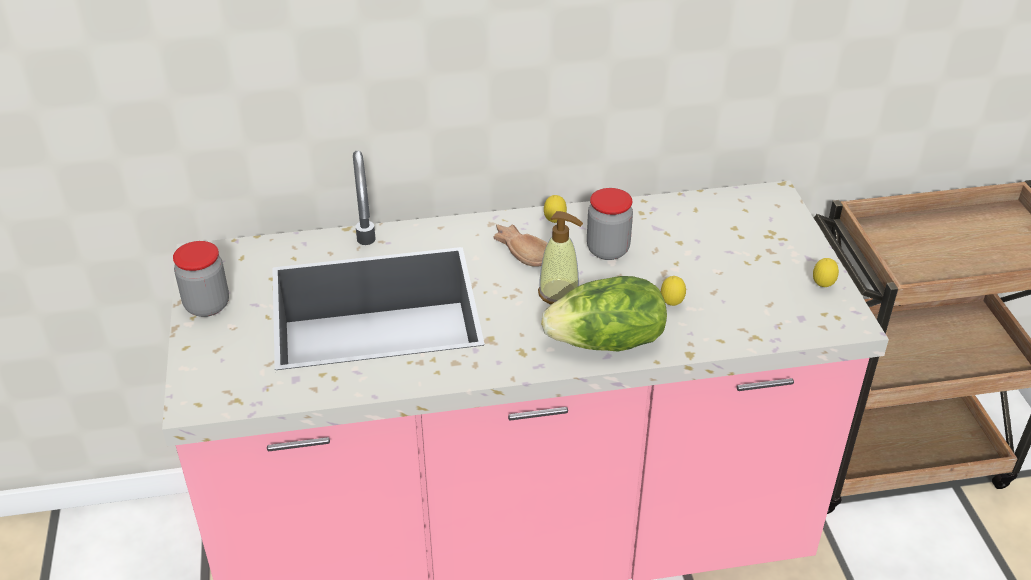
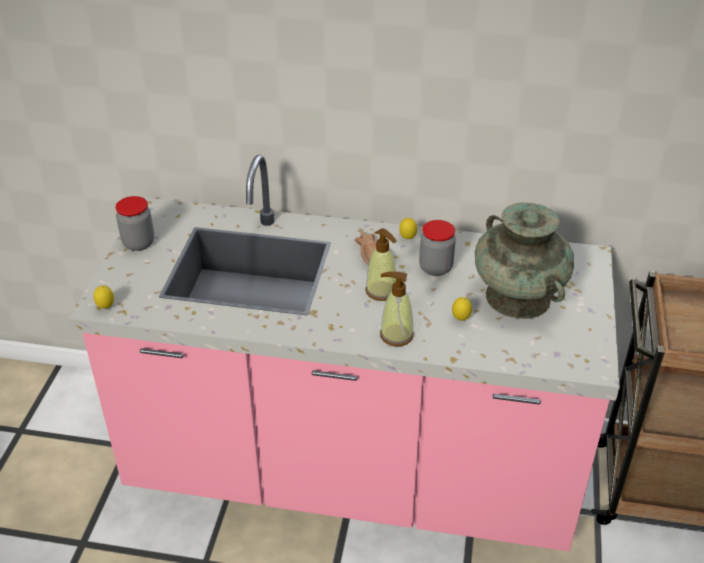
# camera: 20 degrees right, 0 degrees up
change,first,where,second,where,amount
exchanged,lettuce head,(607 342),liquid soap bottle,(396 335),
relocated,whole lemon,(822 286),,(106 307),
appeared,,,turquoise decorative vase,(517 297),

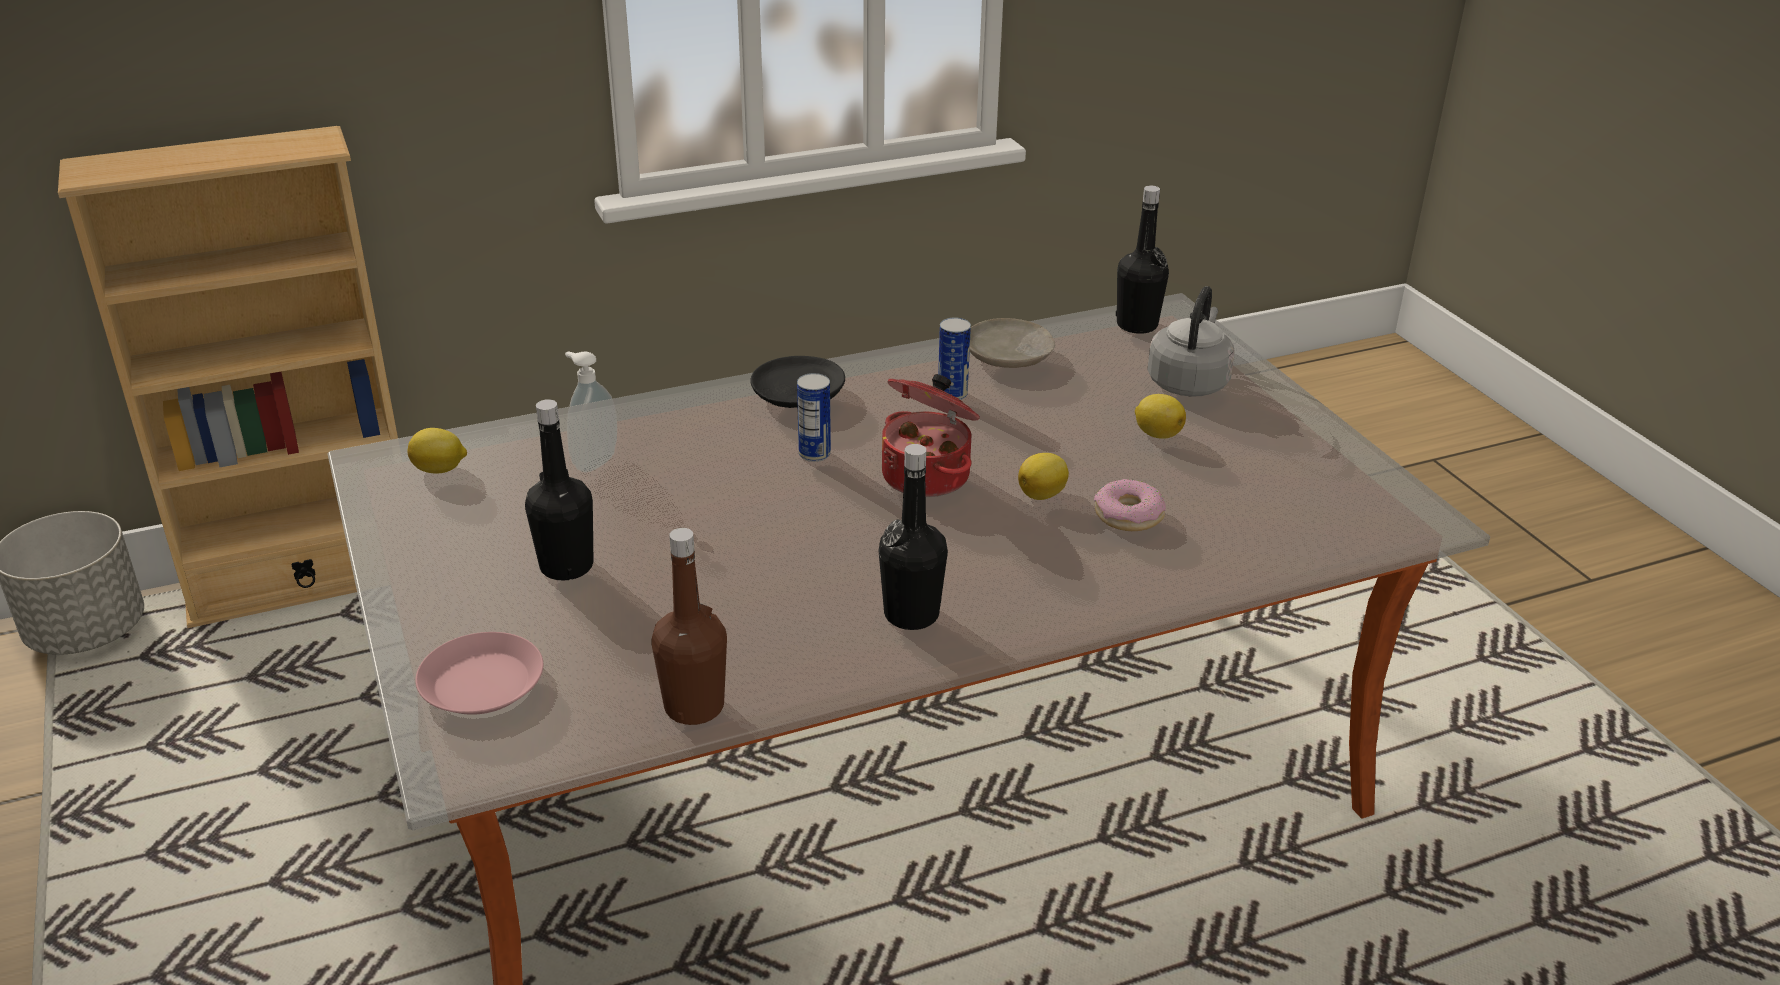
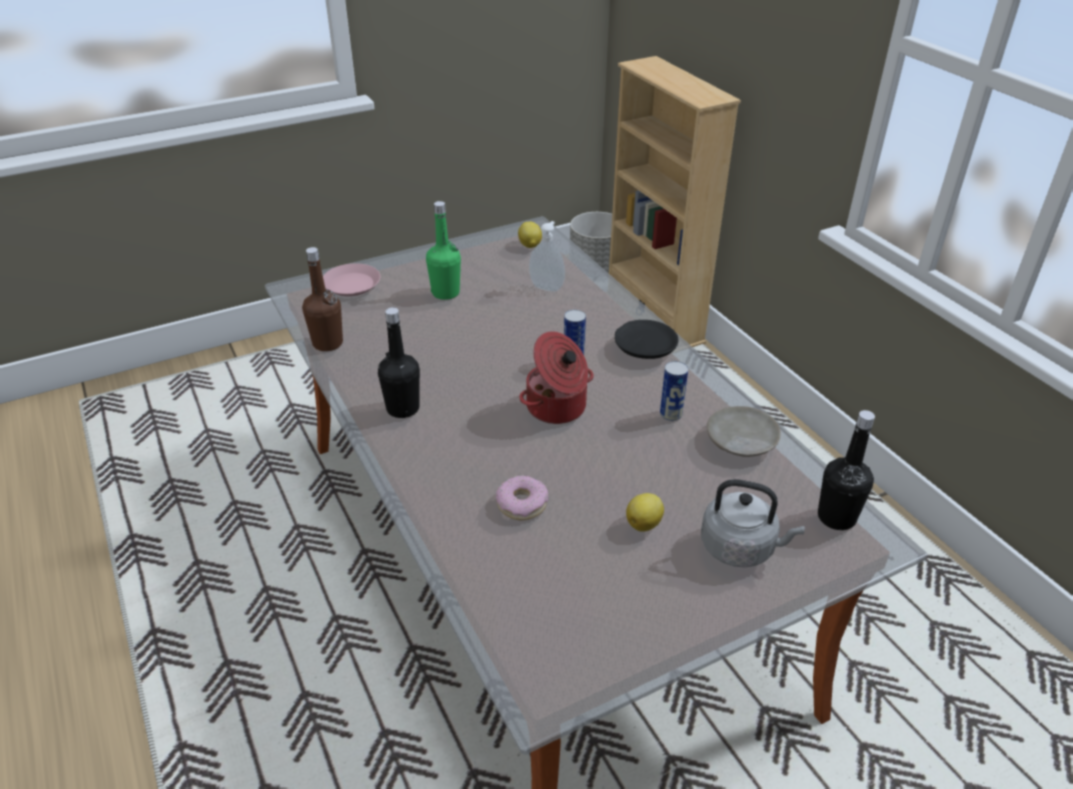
# camera: 85 degrees right, 5 degrees up
change,first,where,second,where,amount
colour,black-coloured drink bottle,(566 566),greenish drink bottle,(445 293),
missing,whole lemon,(1043 495),,,

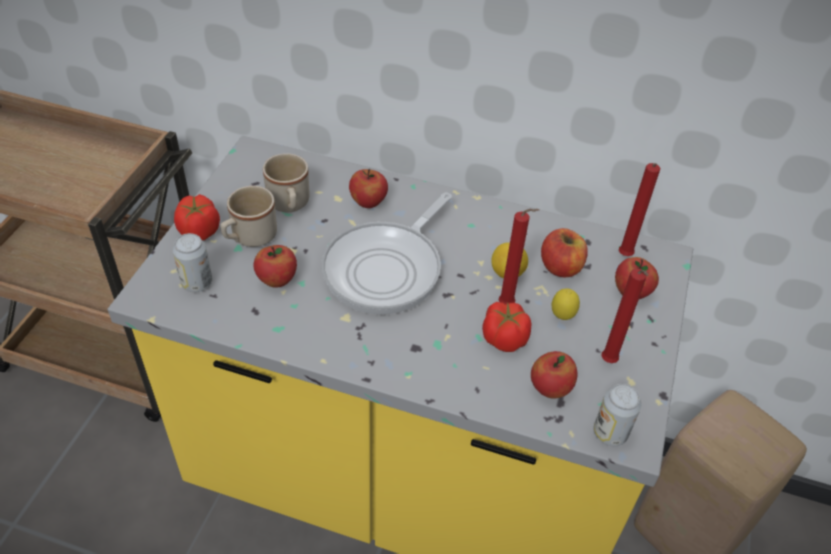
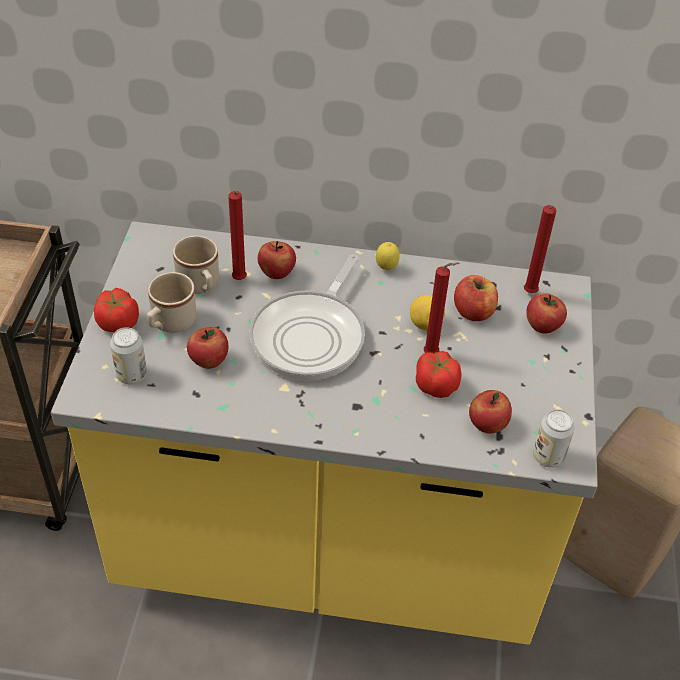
# camera: 10 degrees left, 0 degrees up
change,first,where,second,where,amount
relocated,whole lemon,(562 317),,(386 268),
relocated,reddish wax light,(609 363),,(239 281),

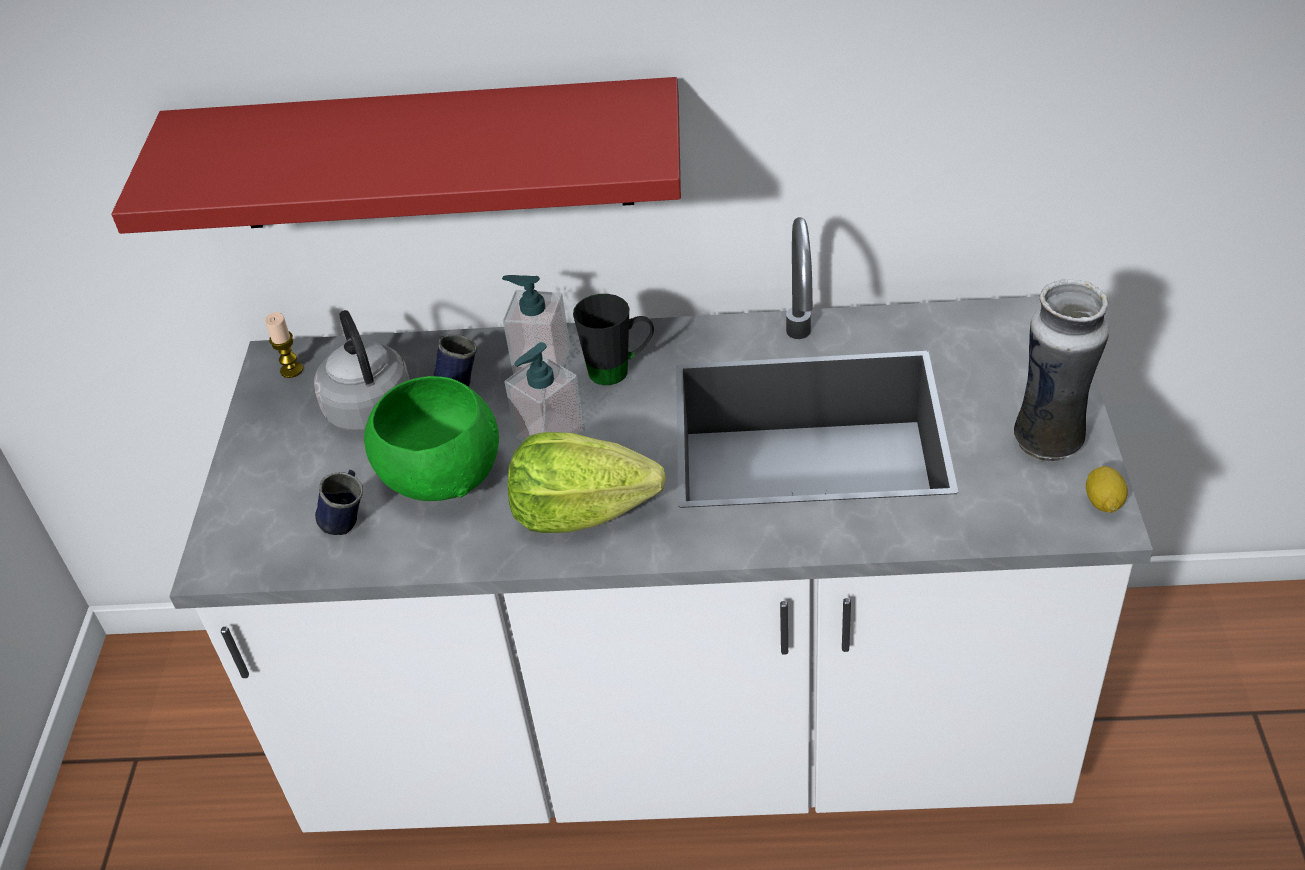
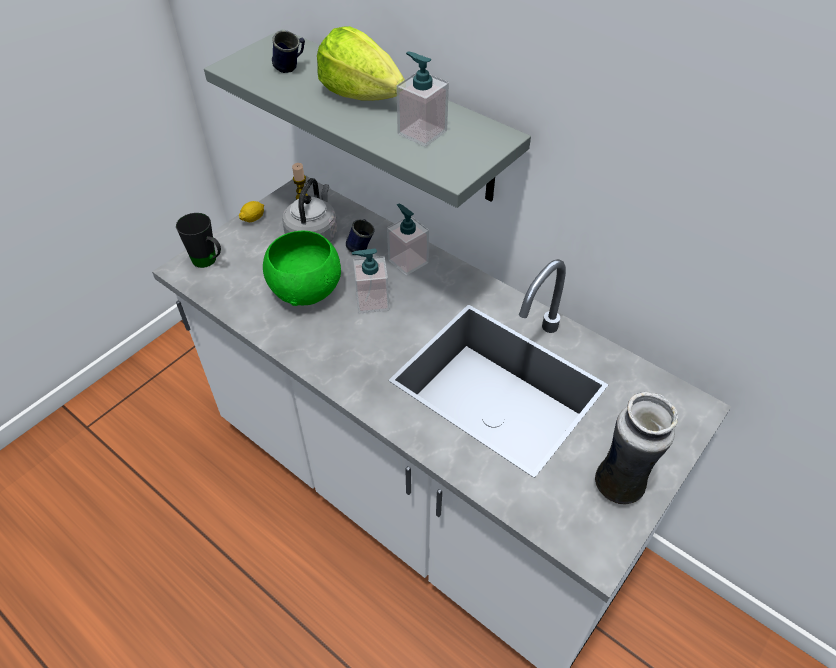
# camera: 35 degrees right, 5 degrees up
change,first,where,second,where,amount
colour,reddish shelf,(429 155),greyish shelf,(396 117),
relocated,blue tea mug,(348 519),,(291 68),
relocated,lettuce head,(581 511),,(361 94),
relocated,black-coloured tea mug,(619 371),,(209 262),
relocated,whole lemon,(1103 502),,(253 218),
appeared,,,liquid soap bottle,(422 132),

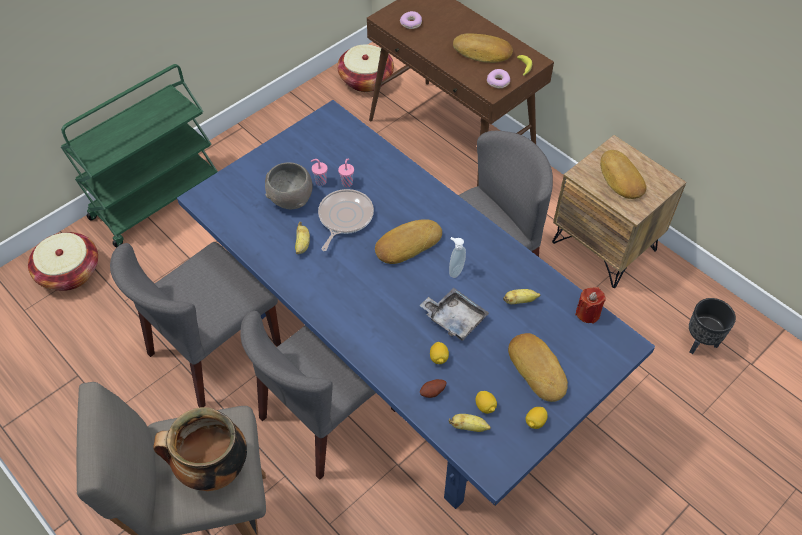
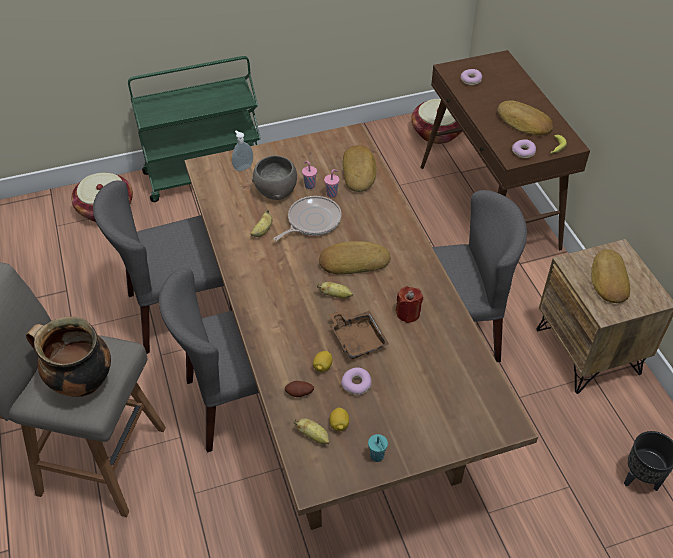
# camera: 25 degrees right, 5 degrees down
change,first,where,second,where,amount
colour,blue dinner table,(399 356),brown dinner table,(335 376),
colour,greyish carrying tray,(454 318),brown carrying tray,(357 339),
relocated,liquid soap bottle,(455 270),,(243 167),
relocated,whole banana,(520 301),,(336 295),
relocated,bakery bread,(538 369),,(360 172),
exchanged,whole lemon,(535 422),turquoise drinking cup,(377 457),
relocated,reddish wax light,(588 313),,(408 313),
appeared,,,ring doughnut,(356 384),

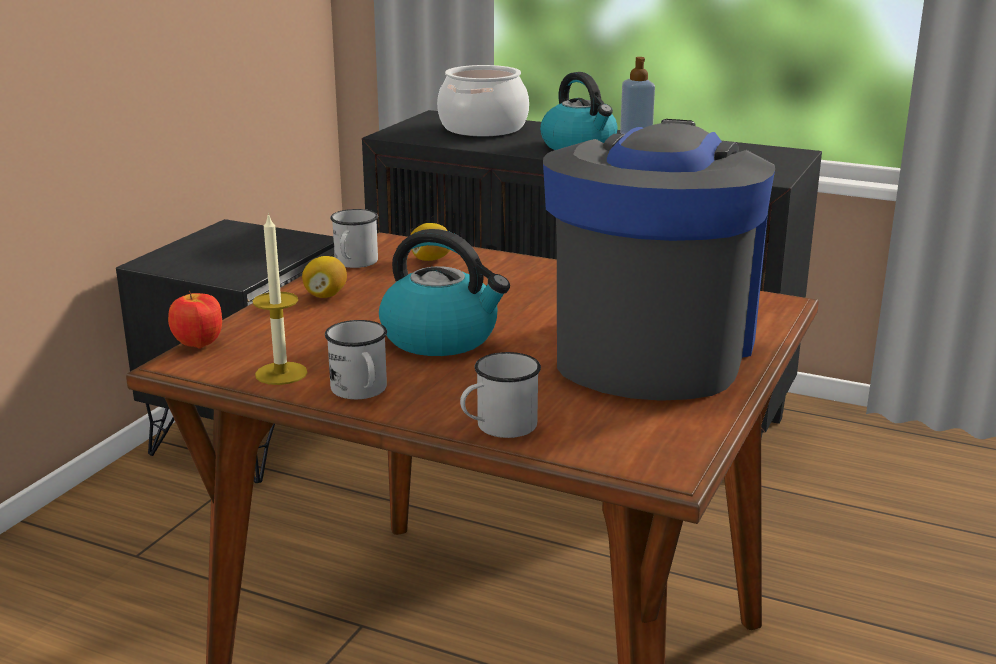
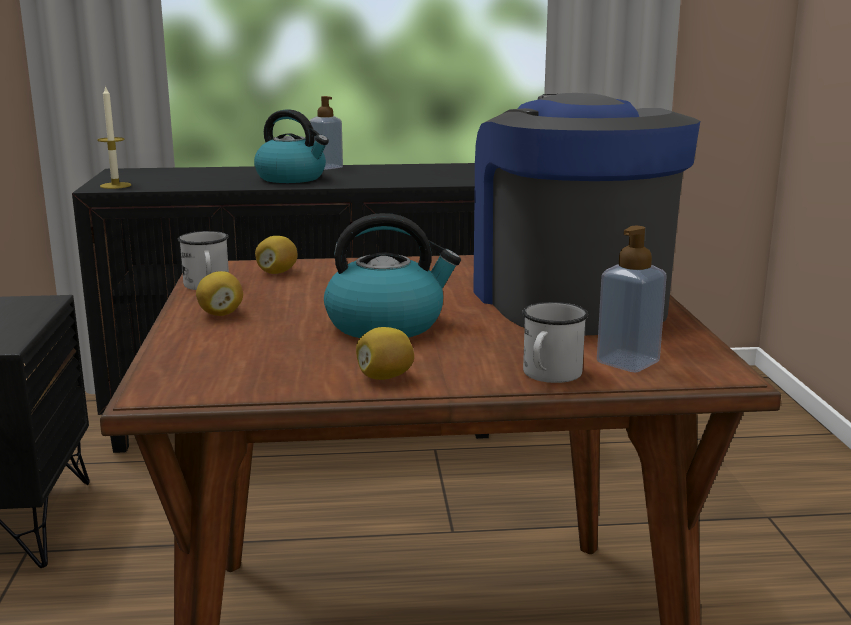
# camera: 30 degrees left, 5 degrees down
change,first,where,second,where,amount
missing,whole apple,(198 345),,,
relocated,wax light,(281 373),,(115 185),
exchanged,white tea mug,(361 391),whole lemon,(384 377),
missing,cooking pot,(483 128),,,
appeared,,,liquid soap bottle,(628 362),

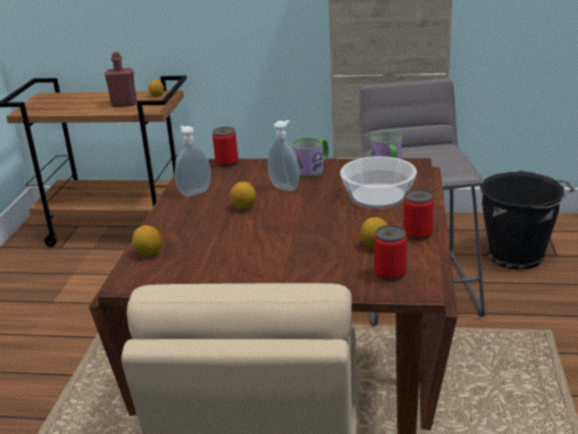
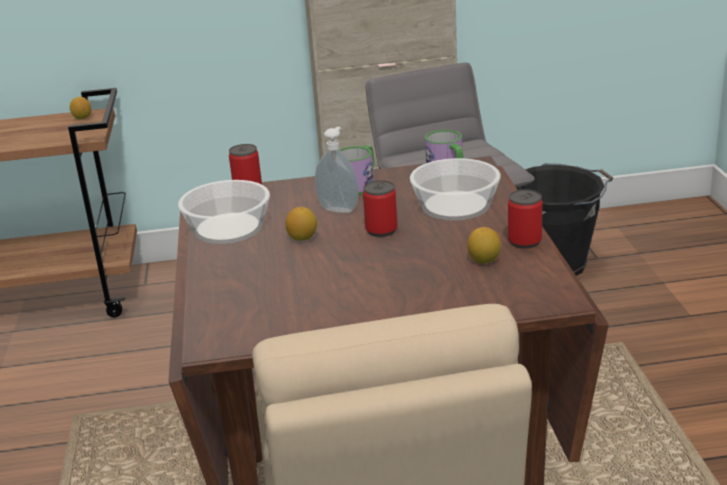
# camera: 15 degrees left, 0 degrees up
change,first,where,second,where,amount
missing,reddish drink bottle,(124 104),,,
missing,whole lemon,(149 253),,,
exchanged,liquid soap bottle,(194 192),deep dish,(228 228),
relocated,can,(390 273),,(381 230),

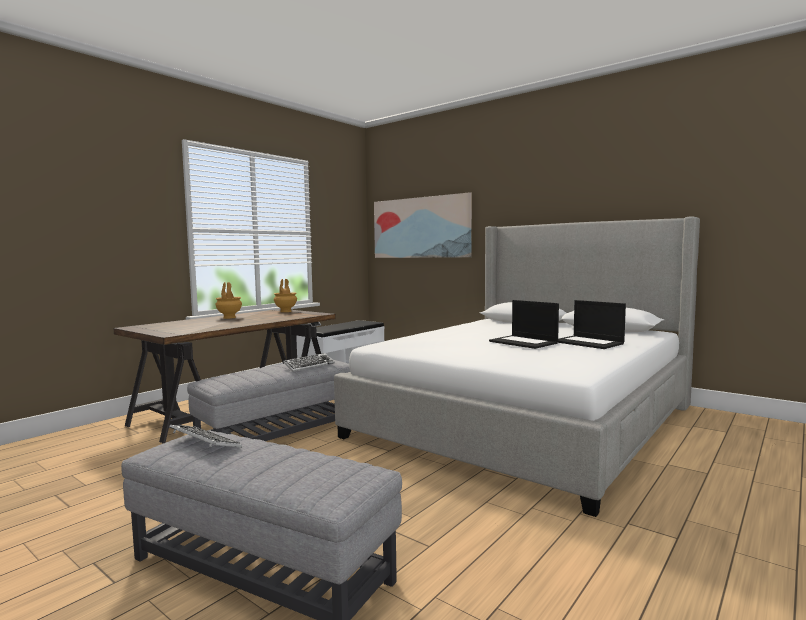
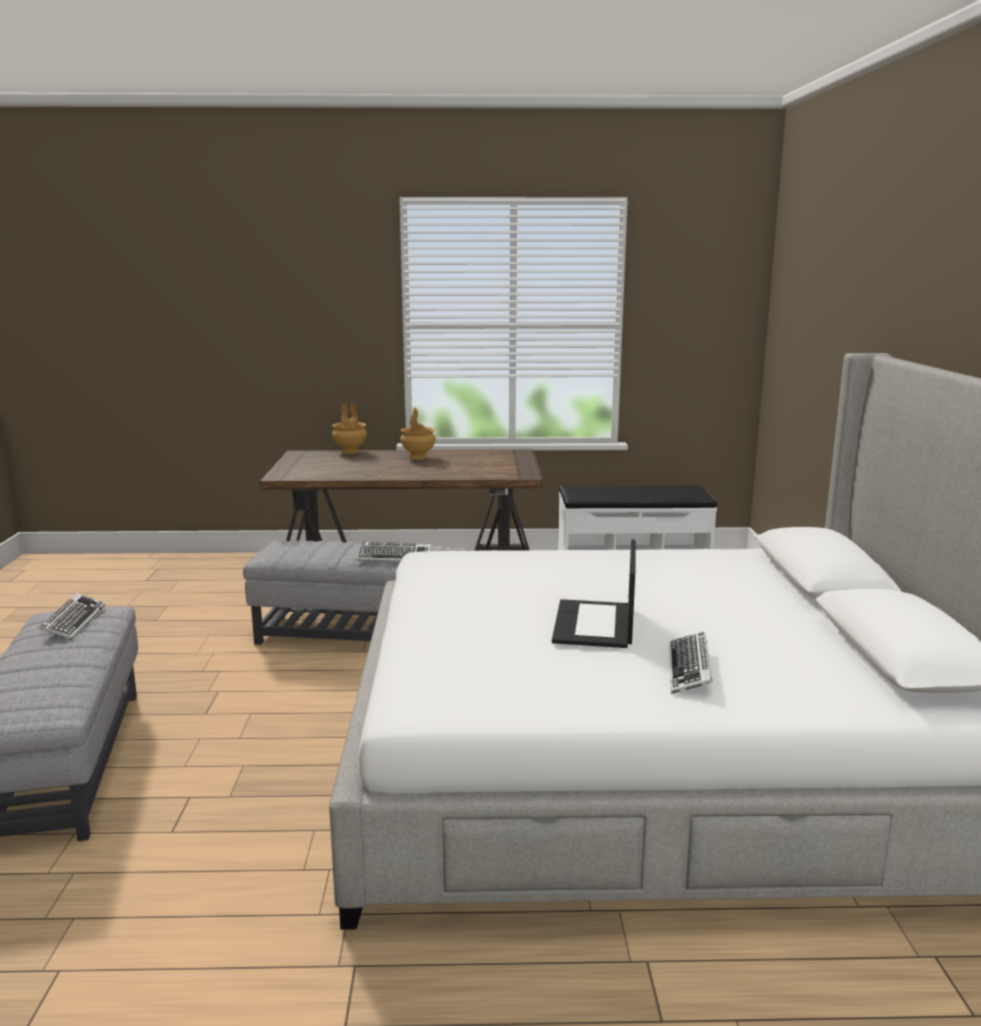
# camera: 50 degrees right, 10 degrees up
change,first,where,second,where,amount
relocated,brown decorative vase,(286 311),,(350 452),
missing,picture,(420 227),,,
exchanged,laptop,(589 343),computer keyboard,(689 669),

